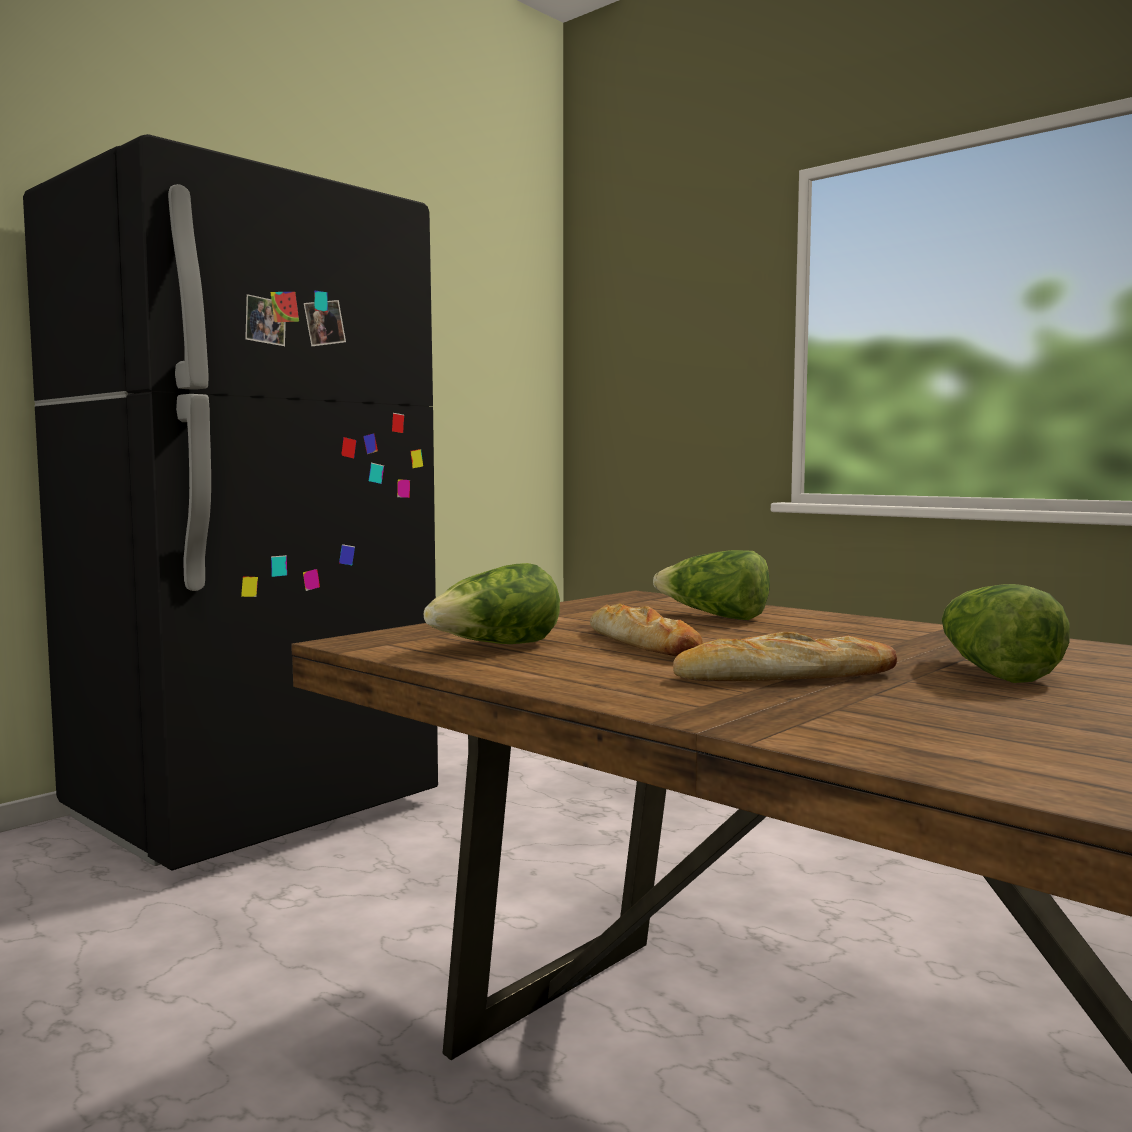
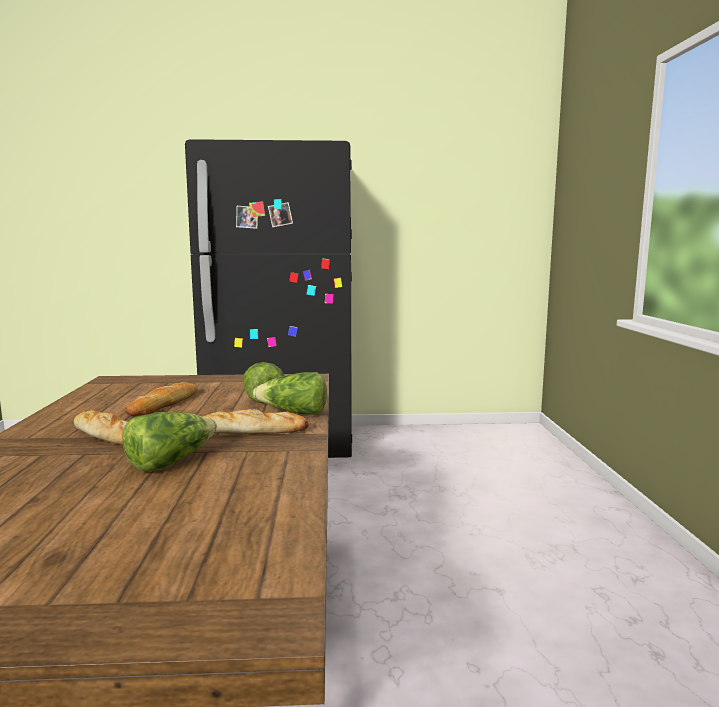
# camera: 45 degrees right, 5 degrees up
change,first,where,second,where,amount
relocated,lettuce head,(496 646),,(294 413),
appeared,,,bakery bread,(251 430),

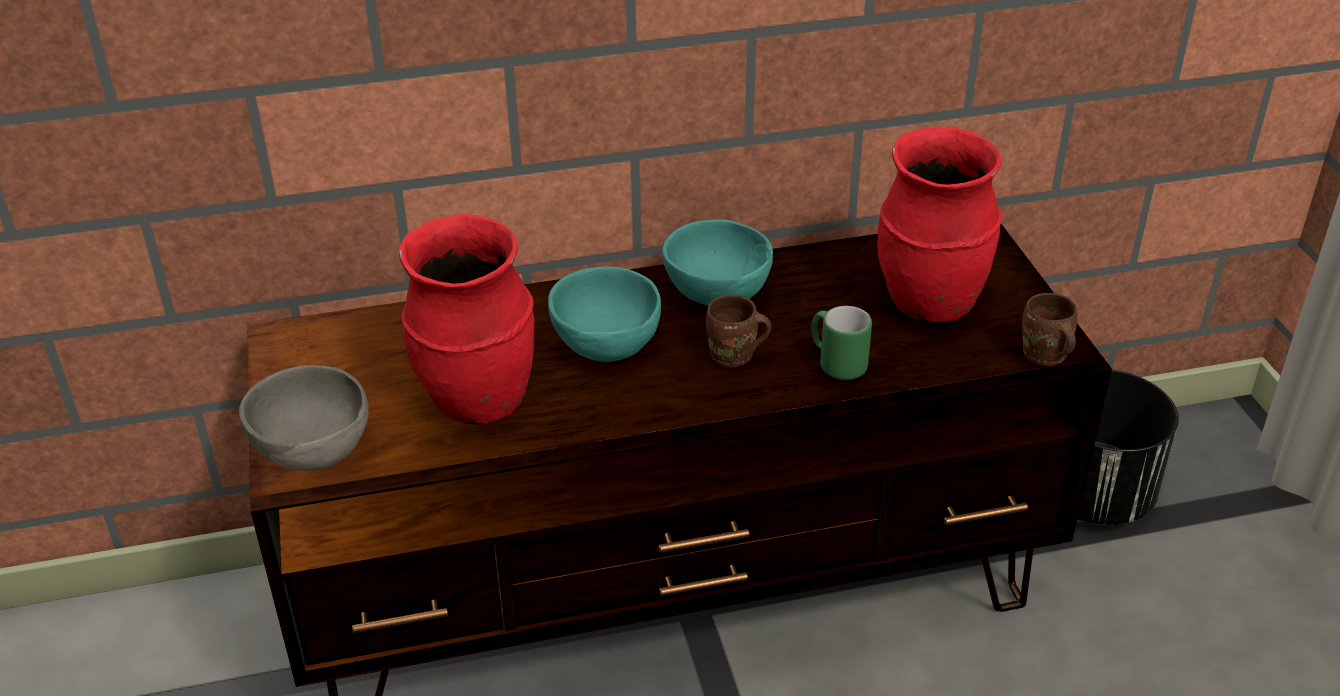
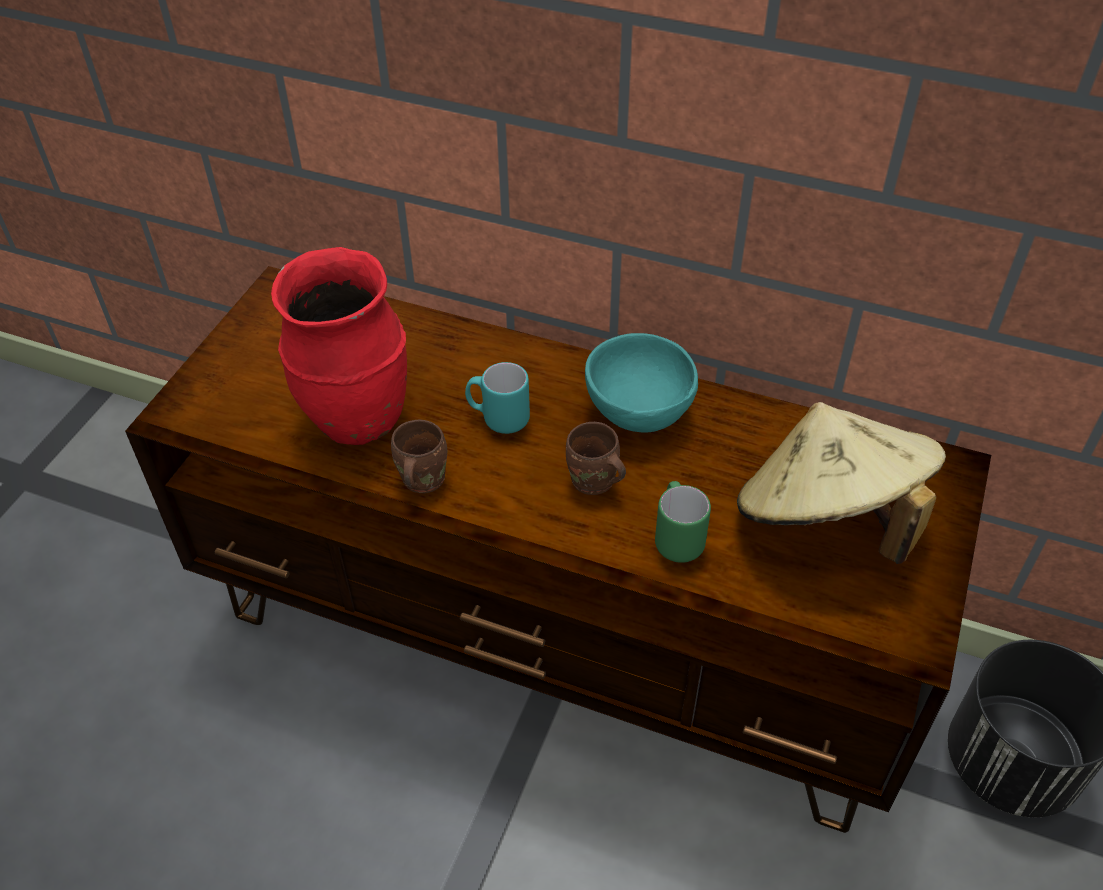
# camera: 35 degrees right, 10 degrees up
change,first,where,second,where,amount
missing,greyish deep dish,(312 454),,,
exchanged,turquoise deep dish,(605 347),turquoise tea mug,(498 418),
exchanged,reddish decorative vase,(930 304),beige-coloured wearable hat,(827 519),
relocated,brown tea mug,(1043 357),,(420 481),

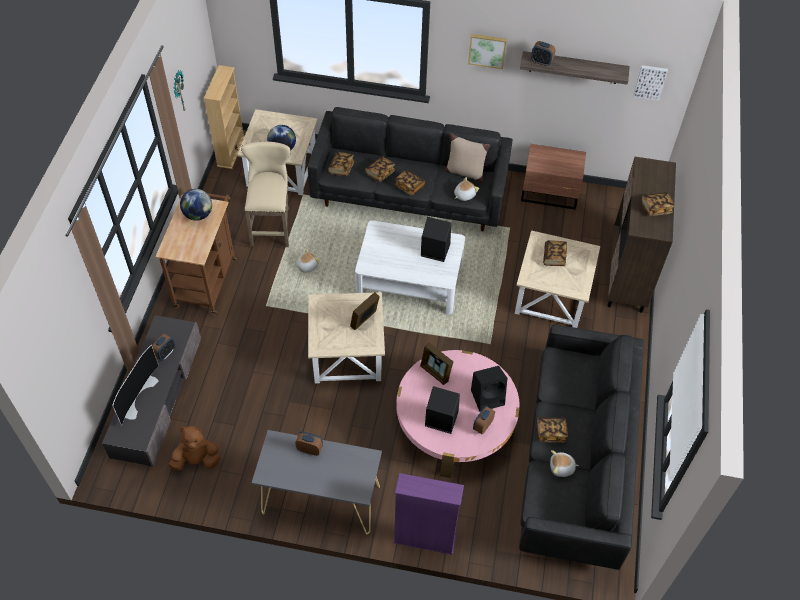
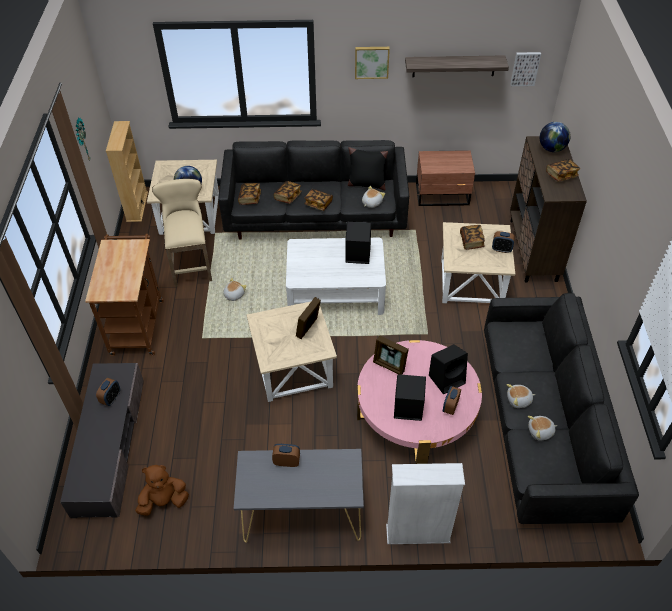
# camera: 10 degrees left, 5 degrees down
change,first,where,second,where,amount
missing,TV,(137 395),,,
relocated,desk globe,(198 215),,(551 149),
colour,purple shelving unit,(424 539),white shelving unit,(417 534),
colour,beige-coloured throw pillow,(465 172),black-coloured throw pillow,(366 184),
relocated,table clock,(541 62),,(501 249),
exchanged,bound book,(550 433),soft toy,(519 400),

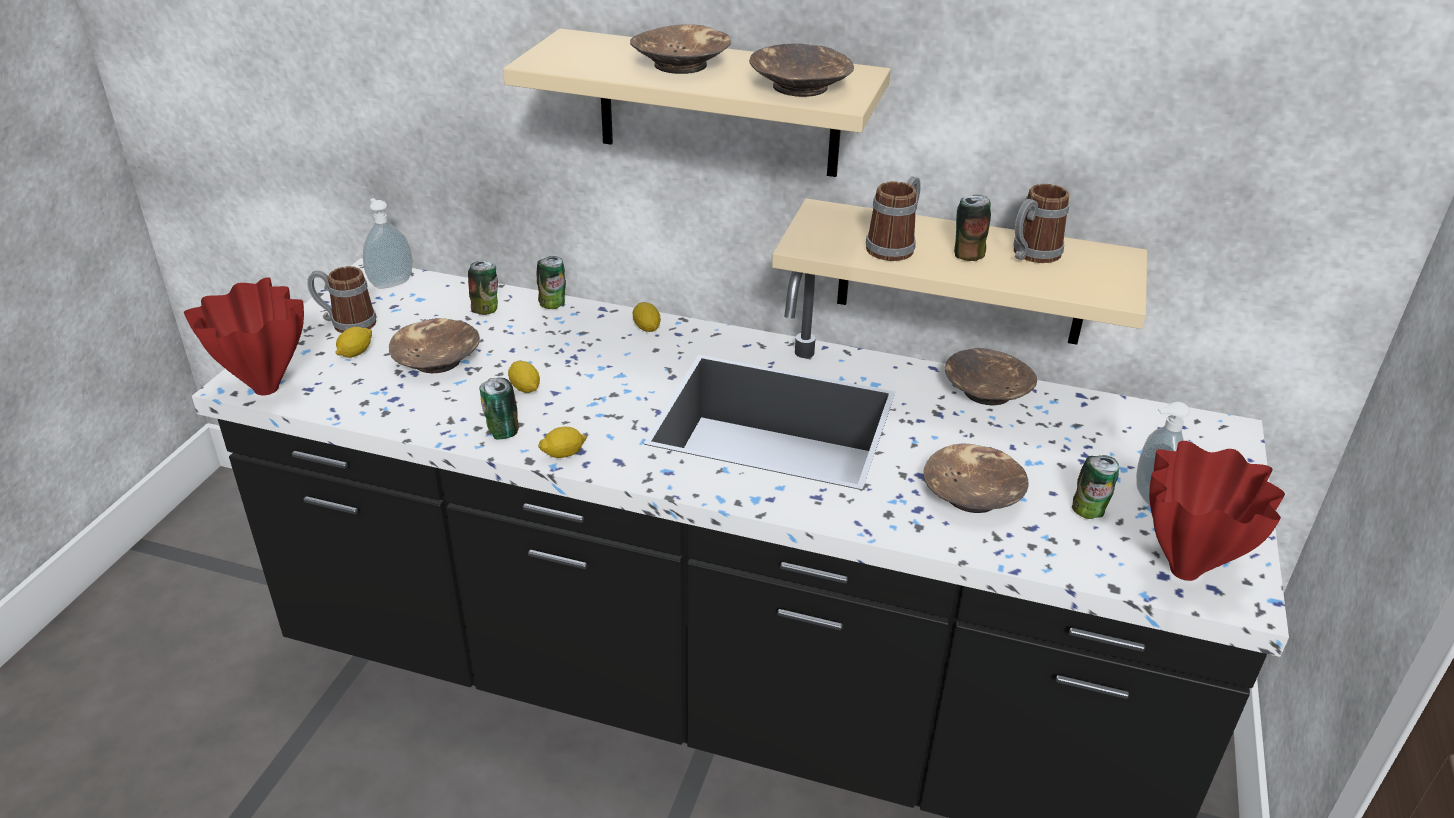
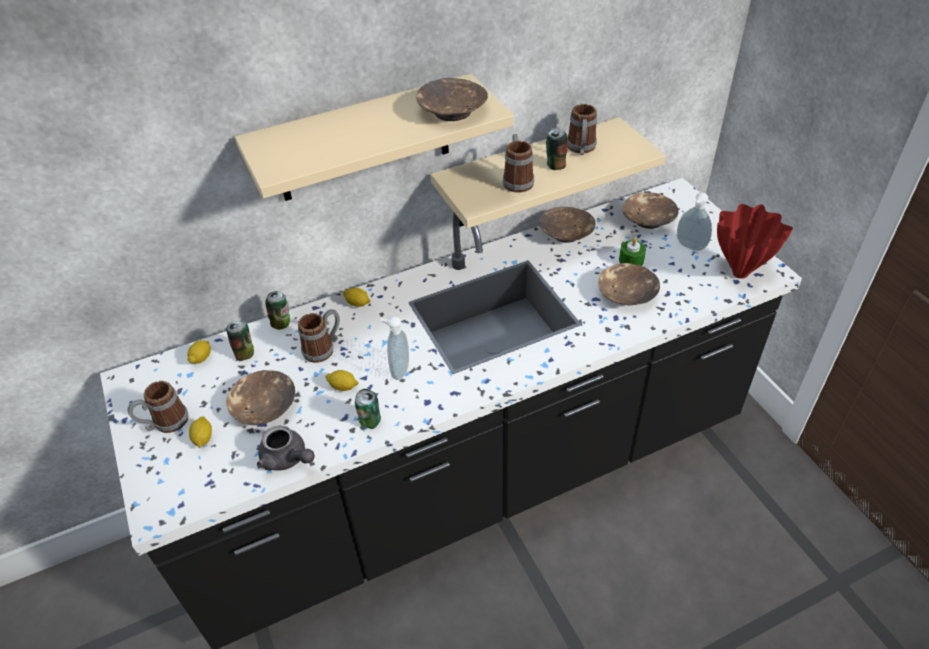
# camera: 40 degrees left, 10 degrees up
change,first,where,second,where,amount
missing,reddish decorative vase,(265 390),,,
relocated,liquid soap bottle,(391 283),,(398 370),
relocated,whole lemon,(564 454),,(201 358),
relocated,brown deep dish,(681 65),,(649 219),
missing,can,(1089 511),,,
appeared,,,greyish pot for tea,(287 459),
appeared,,,tea mug,(324 348),
appeared,,,greenish wax light,(631 260),

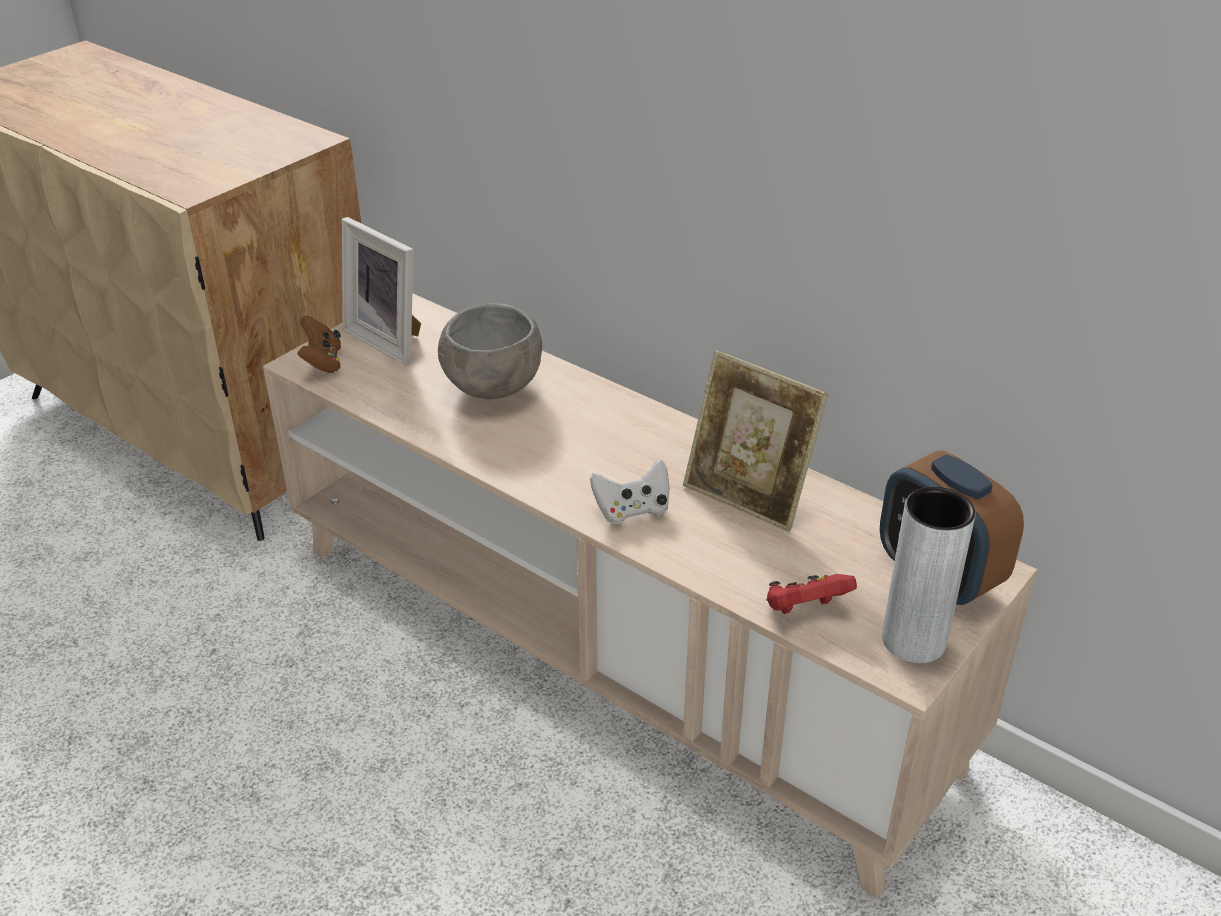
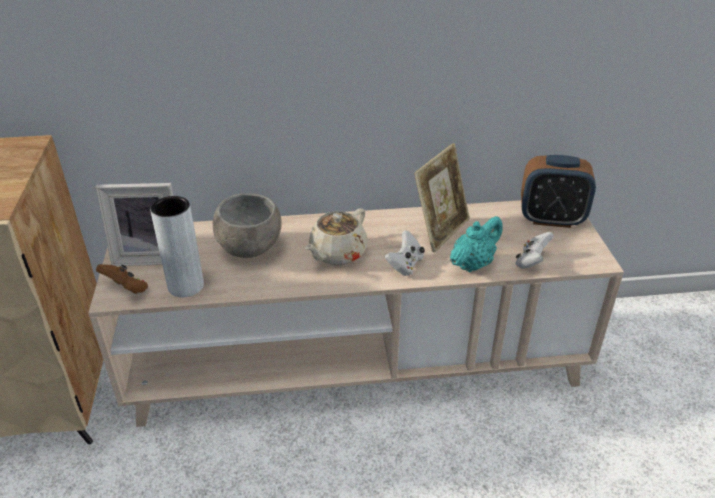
# camera: 45 degrees left, 0 degrees up
change,first,where,second,where,amount
spun,standing frame,(748 497),,(440 230),45 degrees counterclockwise
colour,reddish joypad,(805 610),white joypad,(531 261),
relocated,greyish decorative vase,(913 641),,(186 286),
appeared,,,beige-coloured pot for tea,(337 253),
appeared,,,turquoise pot for tea,(473 264),

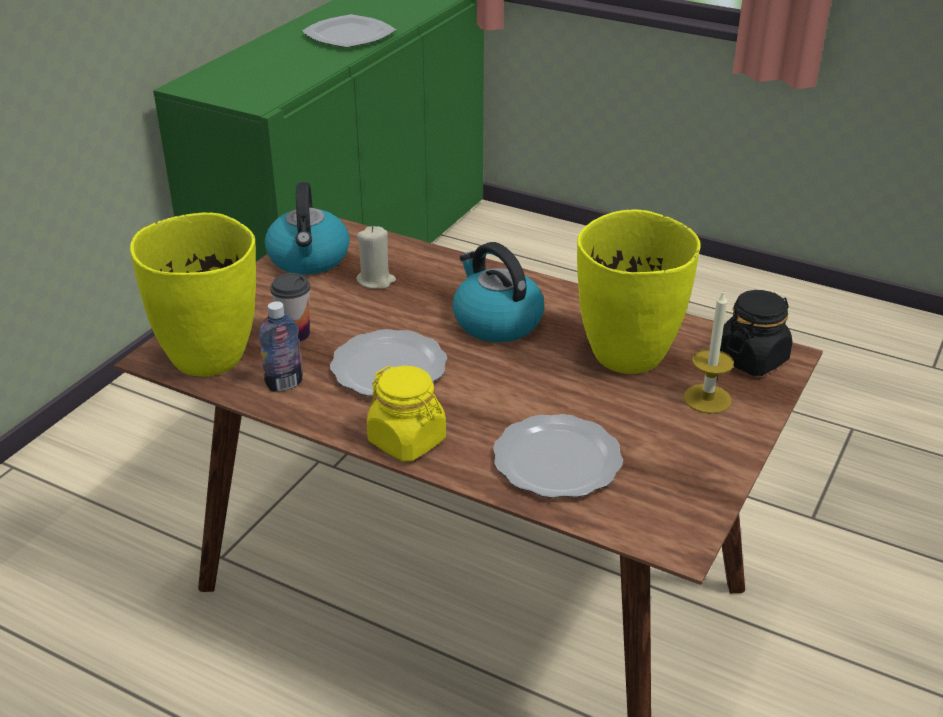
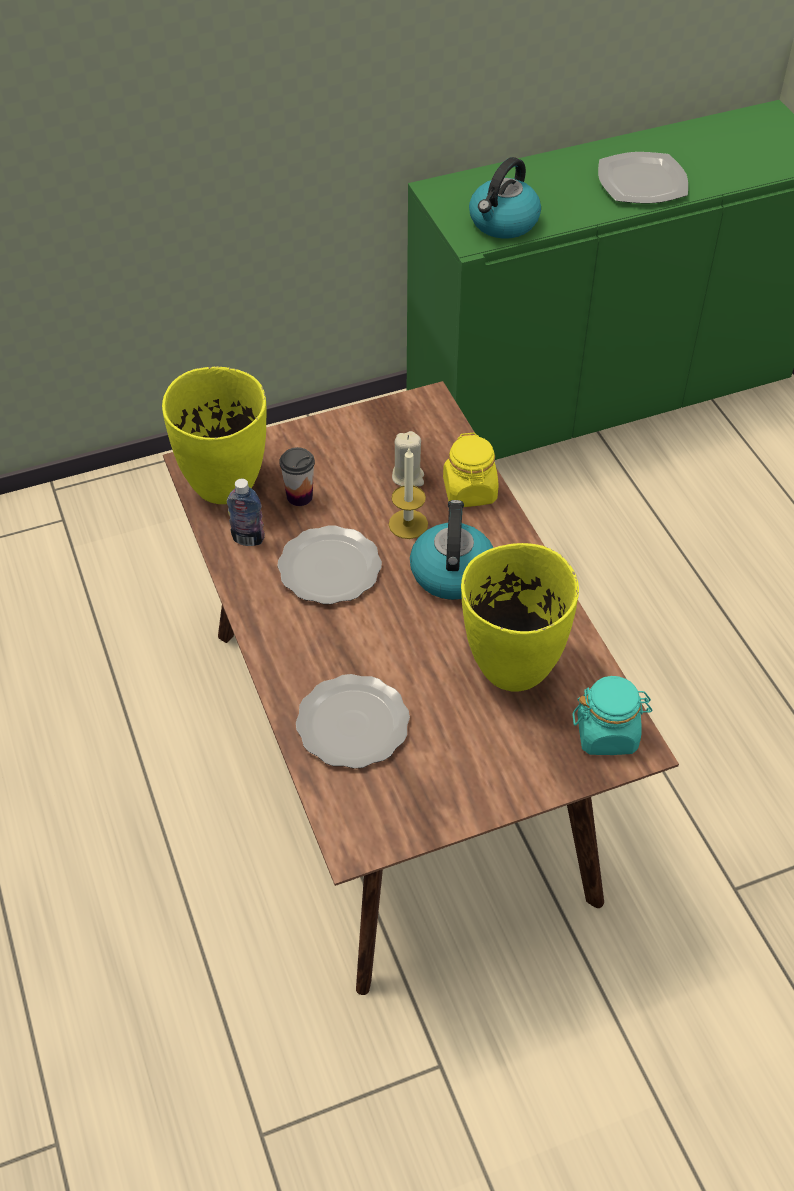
# camera: 40 degrees right, 15 degrees up
change,first,where,second,where,amount
relocated,tea kettle,(309 259),,(503 223),
relocated,yellow jar,(407 441),,(470 491),
relocated,wax light,(707 399),,(408 524),
colour,black-coloured jar,(752 359),turquoise jar,(607 733),

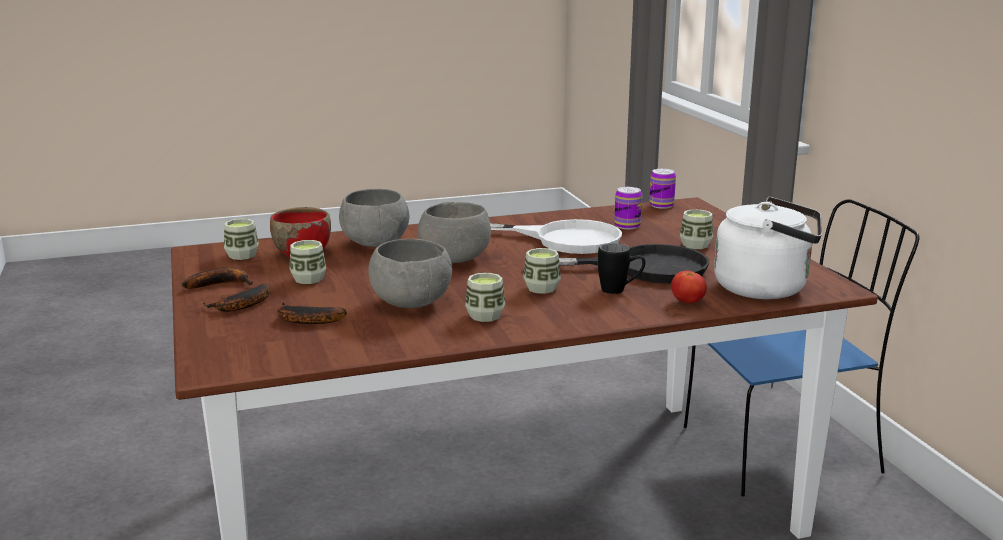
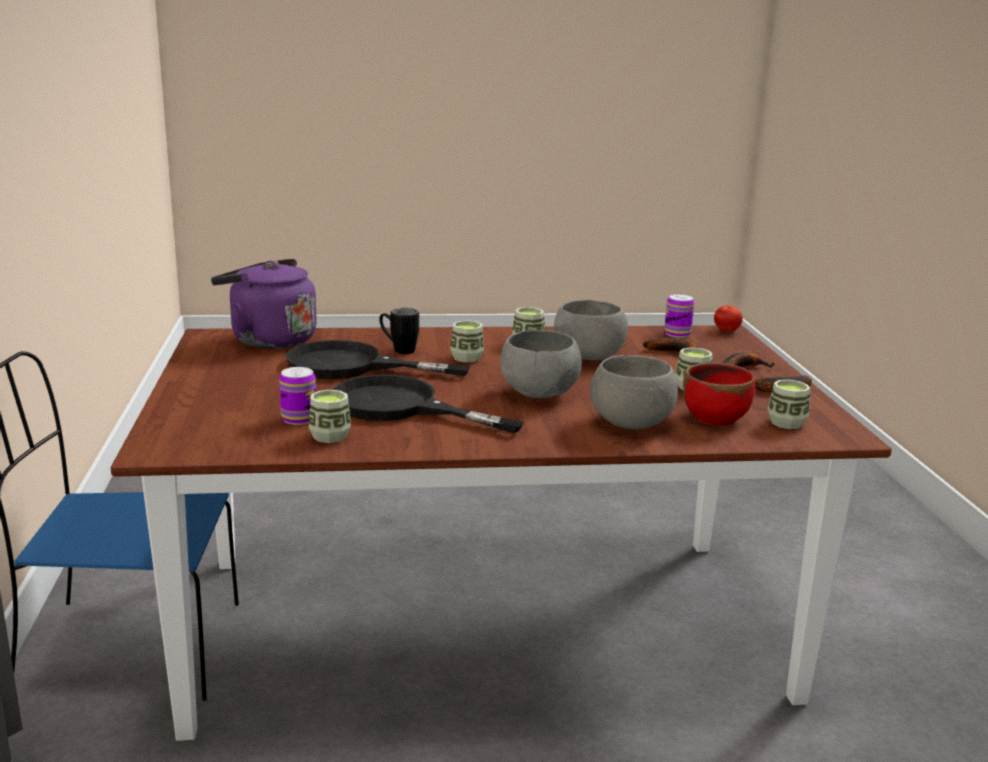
# camera: 170 degrees left, 0 degrees up
change,first,where,second,where,amount
colour,white skillet,(562 239),black-coloured skillet,(401 407),
relocated,can,(661 205),,(677 334),
relocated,fresh tomato,(687 302),,(726 331),
relocated,drinking cup,(695 245),,(330 436),
colour,white tea kettle,(766 288),purple tea kettle,(268 339),

